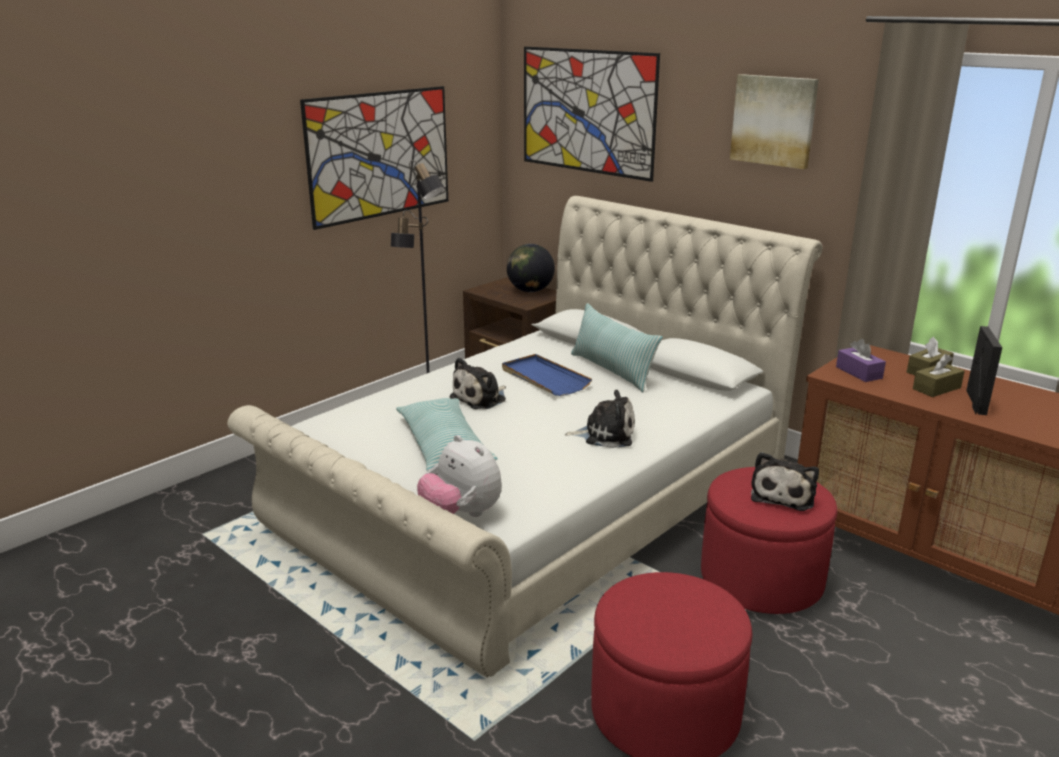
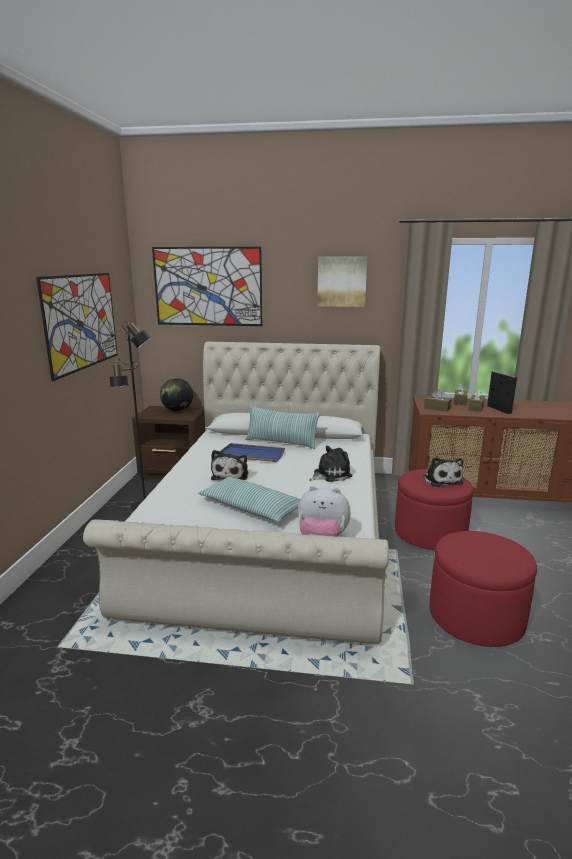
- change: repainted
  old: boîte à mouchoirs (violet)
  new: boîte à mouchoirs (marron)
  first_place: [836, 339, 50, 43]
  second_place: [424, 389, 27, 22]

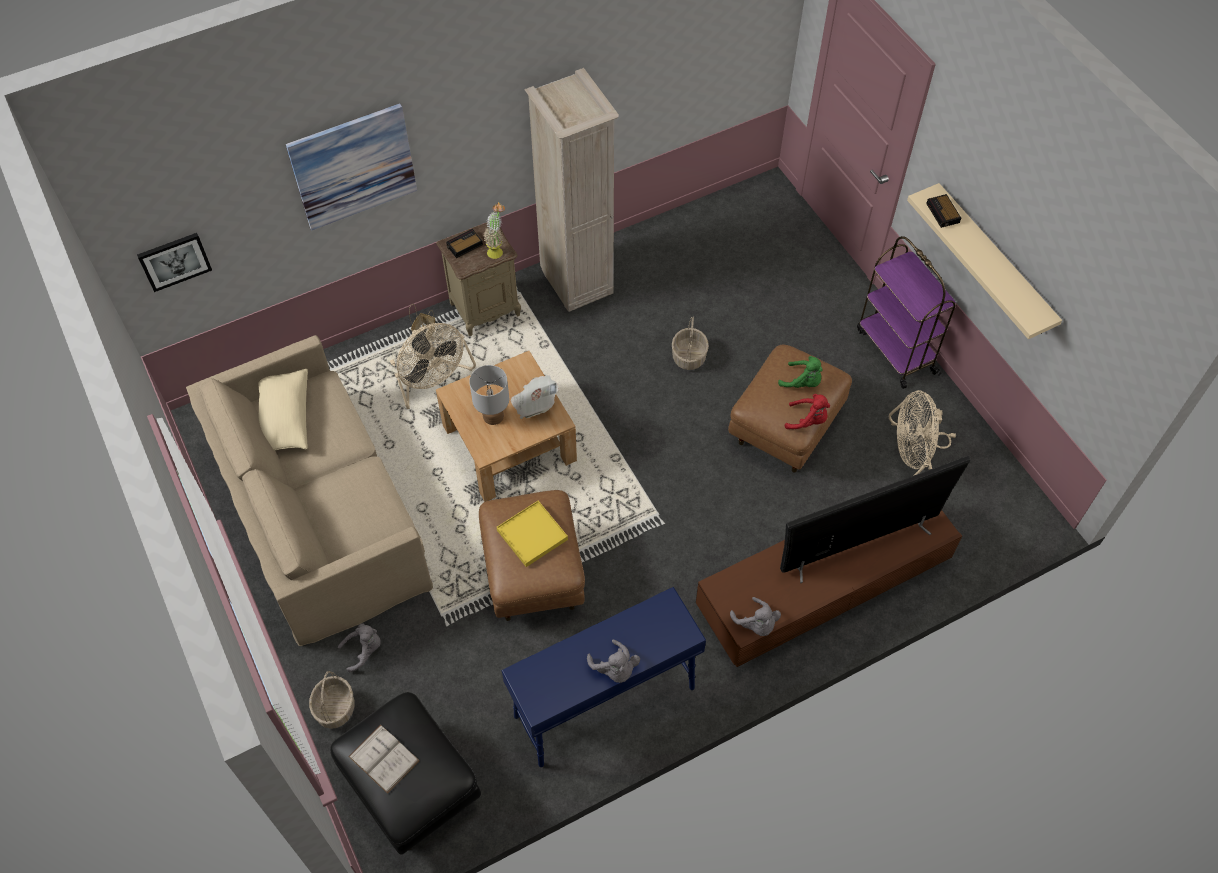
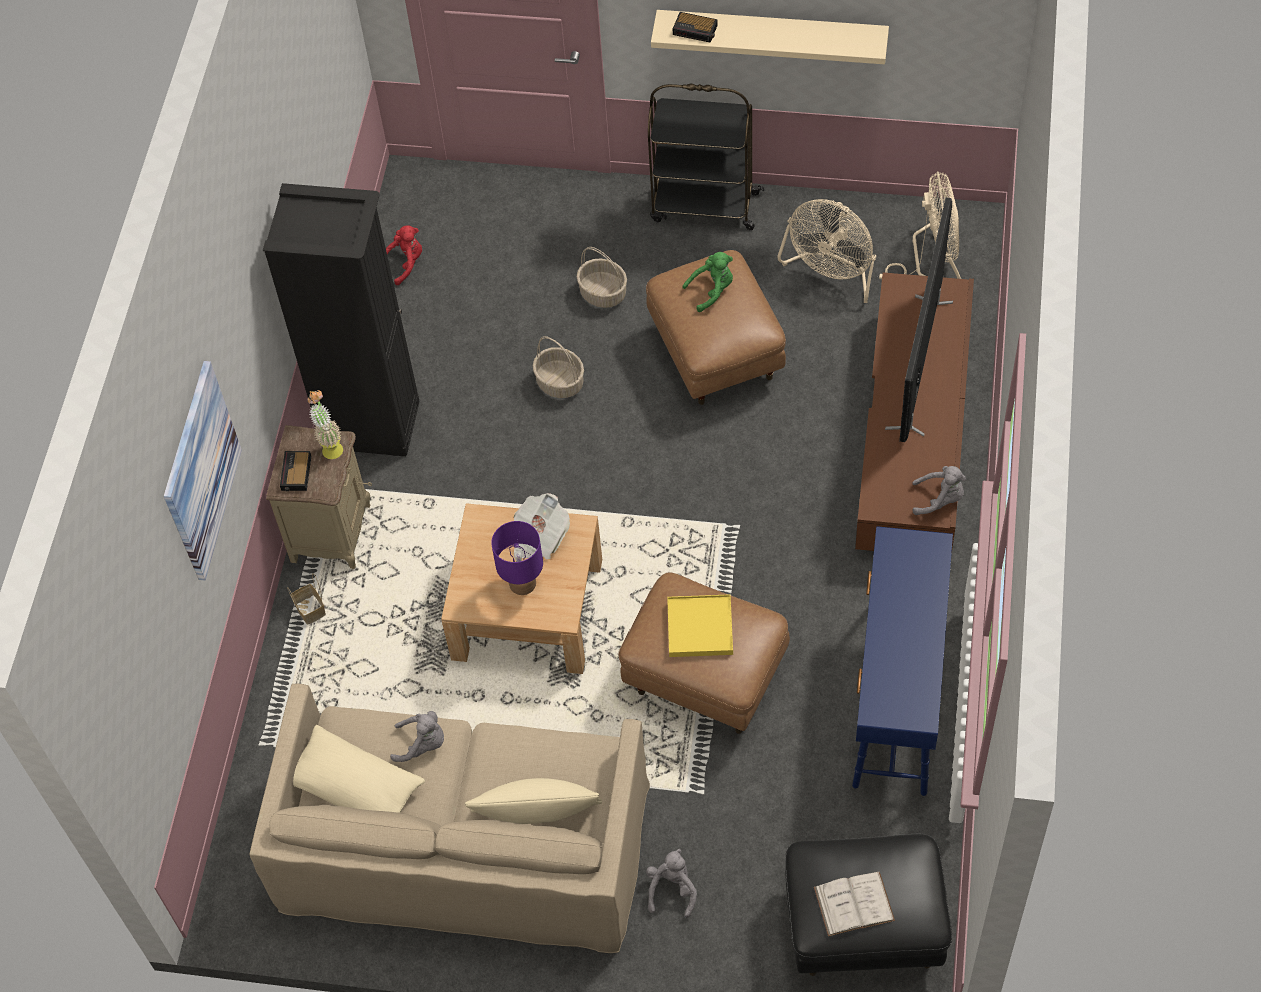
- change: gone
  old: tableau
  first_place: [137, 233, 75, 59]
- change: shifted
  old: panier
  first_place: [309, 671, 45, 58]
  second_place: [576, 247, 51, 61]
- change: shifted
  old: ventilateur (beige)
  first_place: [390, 323, 86, 86]
  second_place: [877, 171, 84, 108]
- change: repainted
  old: lampe de table (gris)
  new: lampe de table (violet)
  first_place: [469, 365, 40, 60]
  second_place: [491, 521, 52, 74]
- change: repainted
  old: meuble de rangement (beige)
  new: meuble de rangement (noir)
  first_place: [524, 68, 95, 244]
  second_place: [263, 183, 156, 273]
- change: shifted
  old: peluche (gris)
  first_place: [587, 640, 53, 43]
  second_place: [390, 711, 54, 51]
- change: shifted
  old: peluche (rouge)
  first_place: [785, 394, 45, 35]
  second_place: [386, 225, 36, 60]
- change: repainted
  old: chariot (violet)
  new: chariot (noir)
  first_place: [857, 236, 99, 153]
  second_place: [648, 84, 116, 146]
- change: new
  new: coussin (beige)
  second_place: [465, 778, 137, 46]

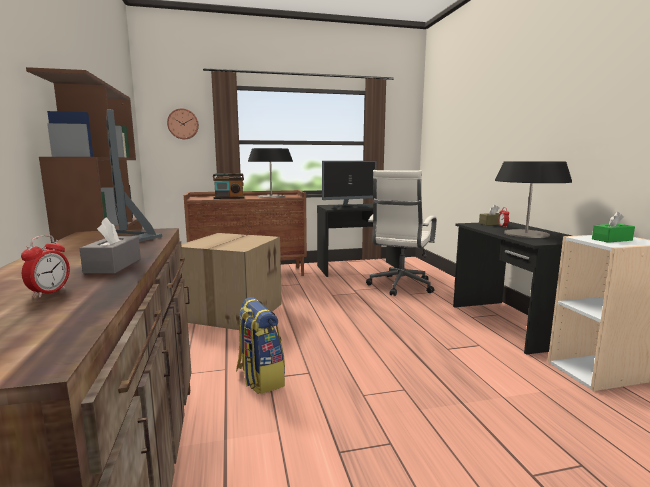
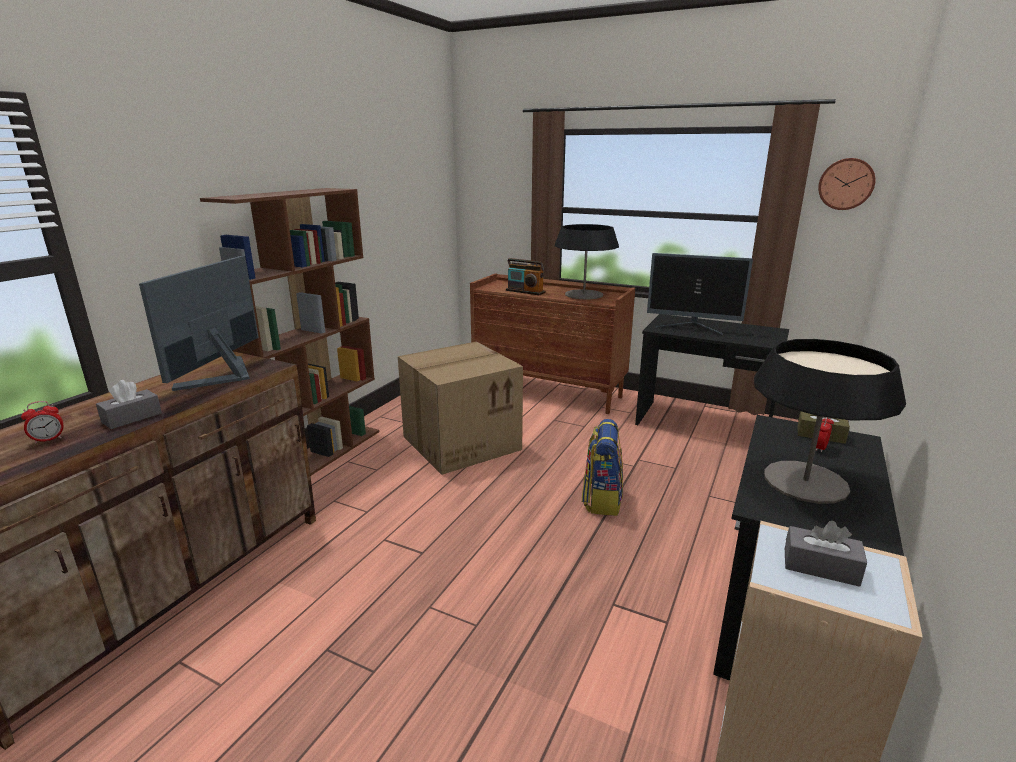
- change: shifted
  old: horloge murale
  first_place: [167, 108, 32, 31]
  second_place: [818, 158, 58, 52]
- change: shifted
  old: sac à dos
  first_place: [236, 297, 49, 97]
  second_place: [582, 419, 41, 97]
- change: gone
  old: chaise de bureau (blanc)
  first_place: [366, 170, 71, 126]
- change: repainted
  old: boîte à mouchoirs (vert)
  new: boîte à mouchoirs (gris)
  first_place: [592, 212, 43, 31]
  second_place: [785, 521, 82, 66]

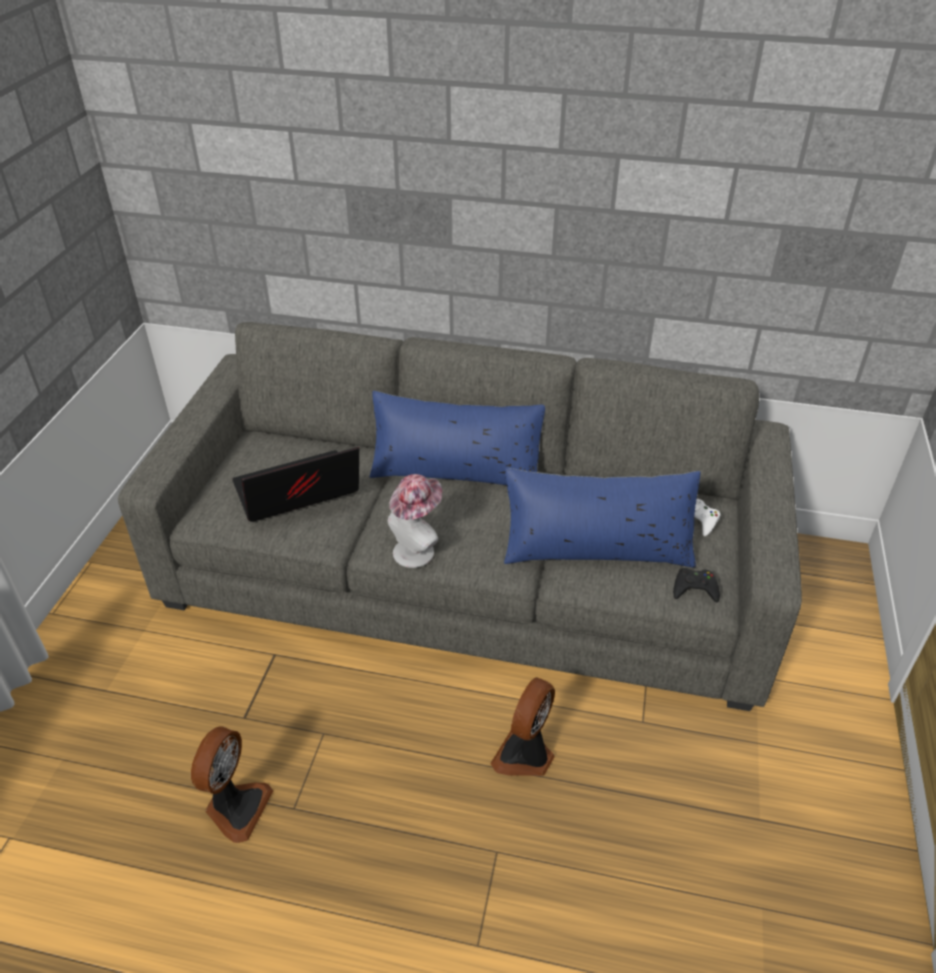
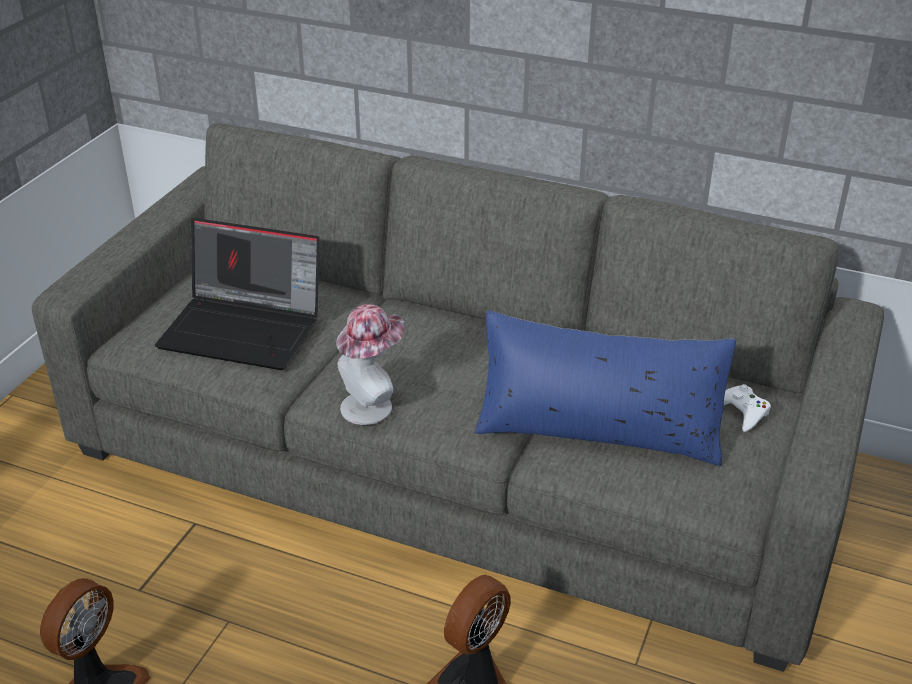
- change: rotated
  old: ordinateur portable
  first_place: [232, 447, 127, 75]
  second_place: [155, 218, 165, 152]
  degrees: -150
- change: gone
  old: coussin (bleu)
  first_place: [370, 391, 175, 94]
- change: gone
  old: manette (noir)
  first_place: [673, 568, 47, 34]

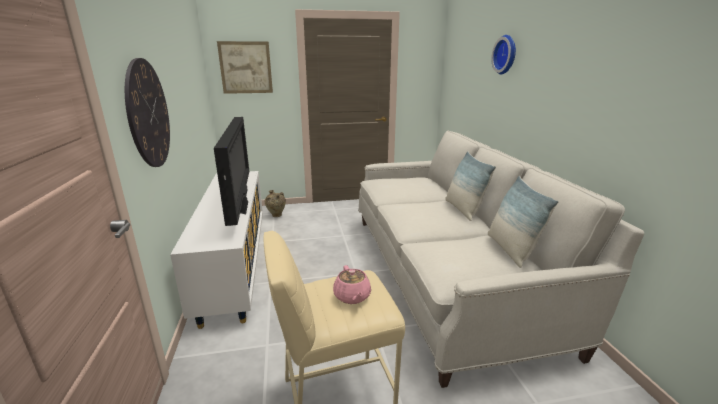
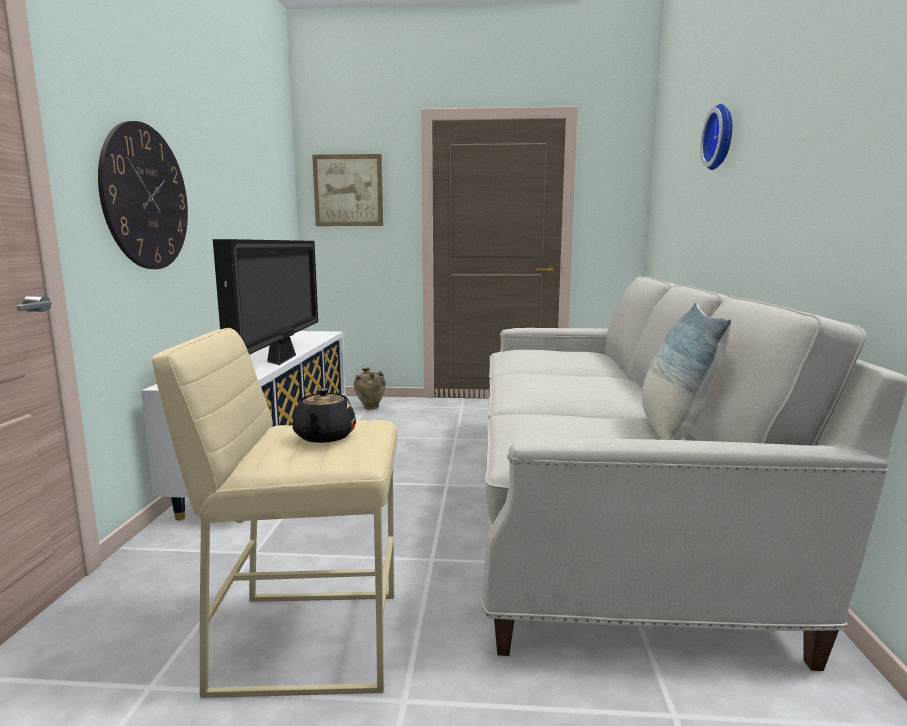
- change: repainted
  old: théière (rose)
  new: théière (noir)
  first_place: [333, 265, 38, 39]
  second_place: [292, 388, 64, 55]
- change: gone
  old: coussin
  first_place: [445, 151, 51, 70]

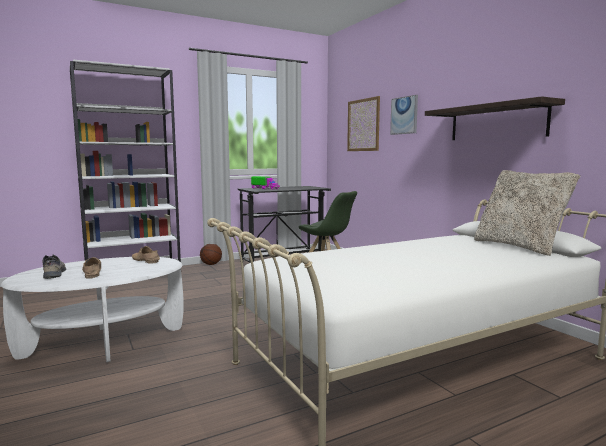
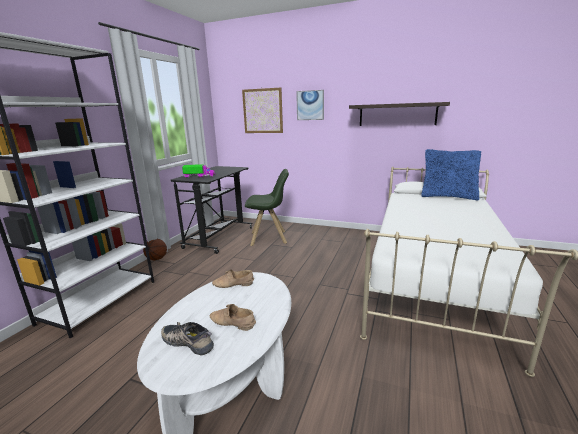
- change: repainted
  old: coussin (beige)
  new: coussin (bleu)
  first_place: [474, 170, 106, 86]
  second_place: [422, 149, 59, 51]

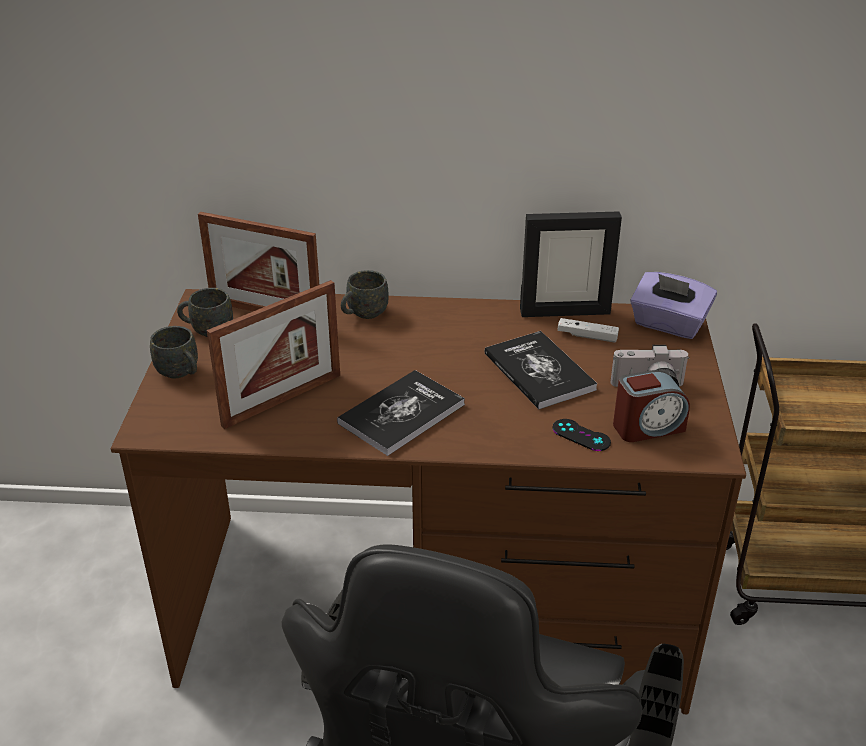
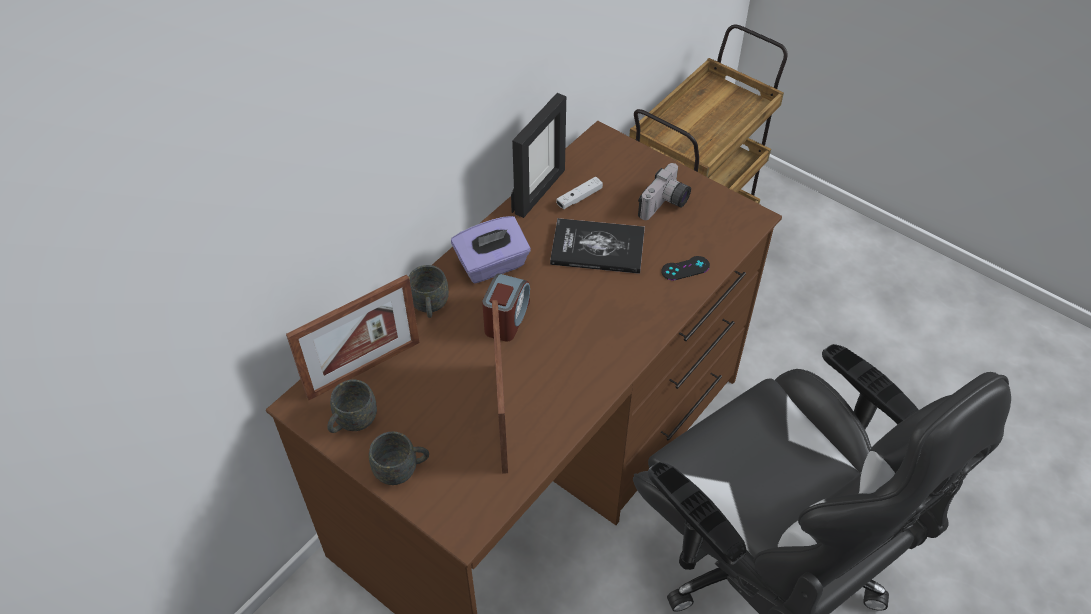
- change: gone
  old: livre
  first_place: [337, 370, 128, 86]
- change: shifted
  old: réveil
  first_place: [613, 370, 77, 72]
  second_place: [482, 273, 48, 69]
- change: shifted
  old: boîte à mouchoirs (violet)
  first_place: [630, 272, 87, 67]
  second_place: [451, 216, 80, 67]

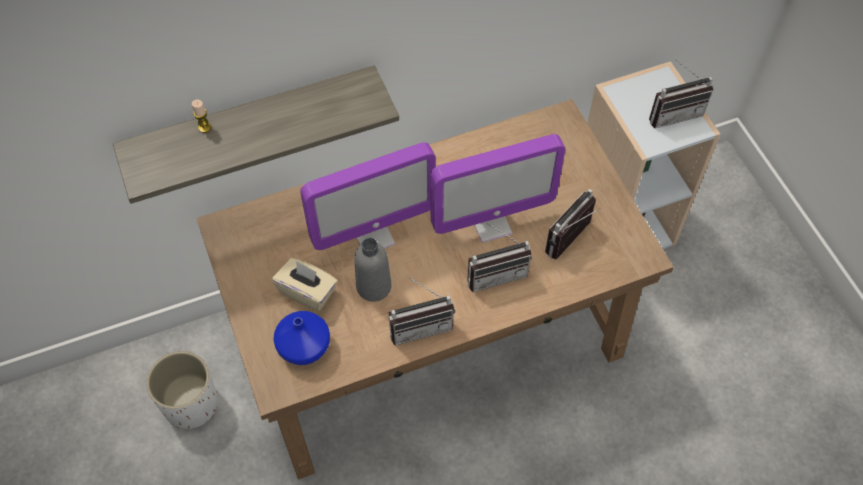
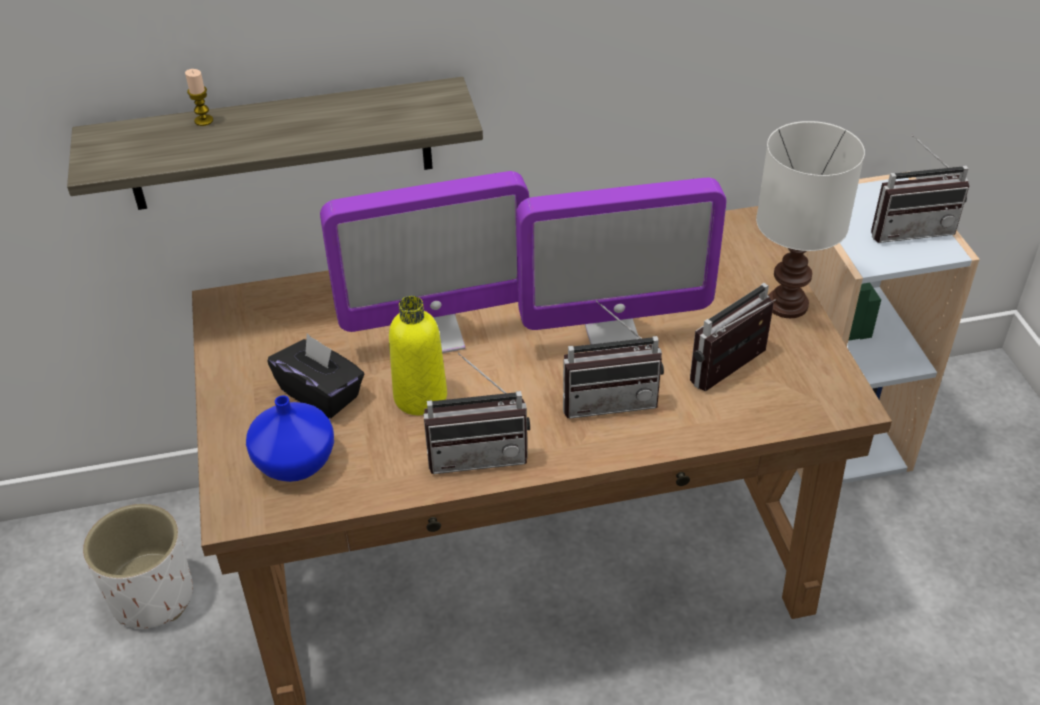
- change: repainted
  old: boîte à mouchoirs (beige)
  new: boîte à mouchoirs (noir)
  first_place: [272, 258, 65, 54]
  second_place: [267, 333, 97, 86]
- change: repainted
  old: bouteille (gris)
  new: bouteille (jaune)
  first_place: [354, 238, 37, 63]
  second_place: [389, 296, 58, 119]
- change: new
  new: lampe de table (blanc)
  second_place: [756, 121, 109, 197]

